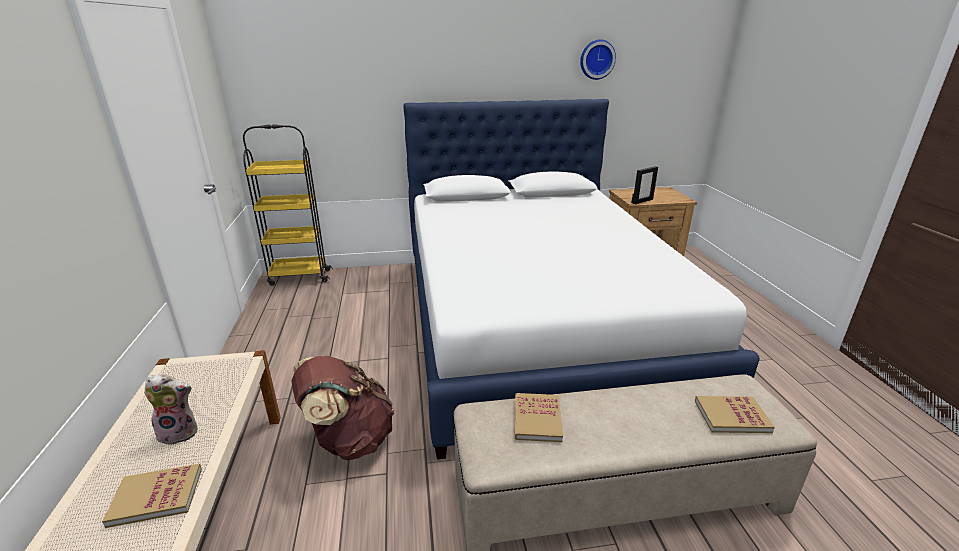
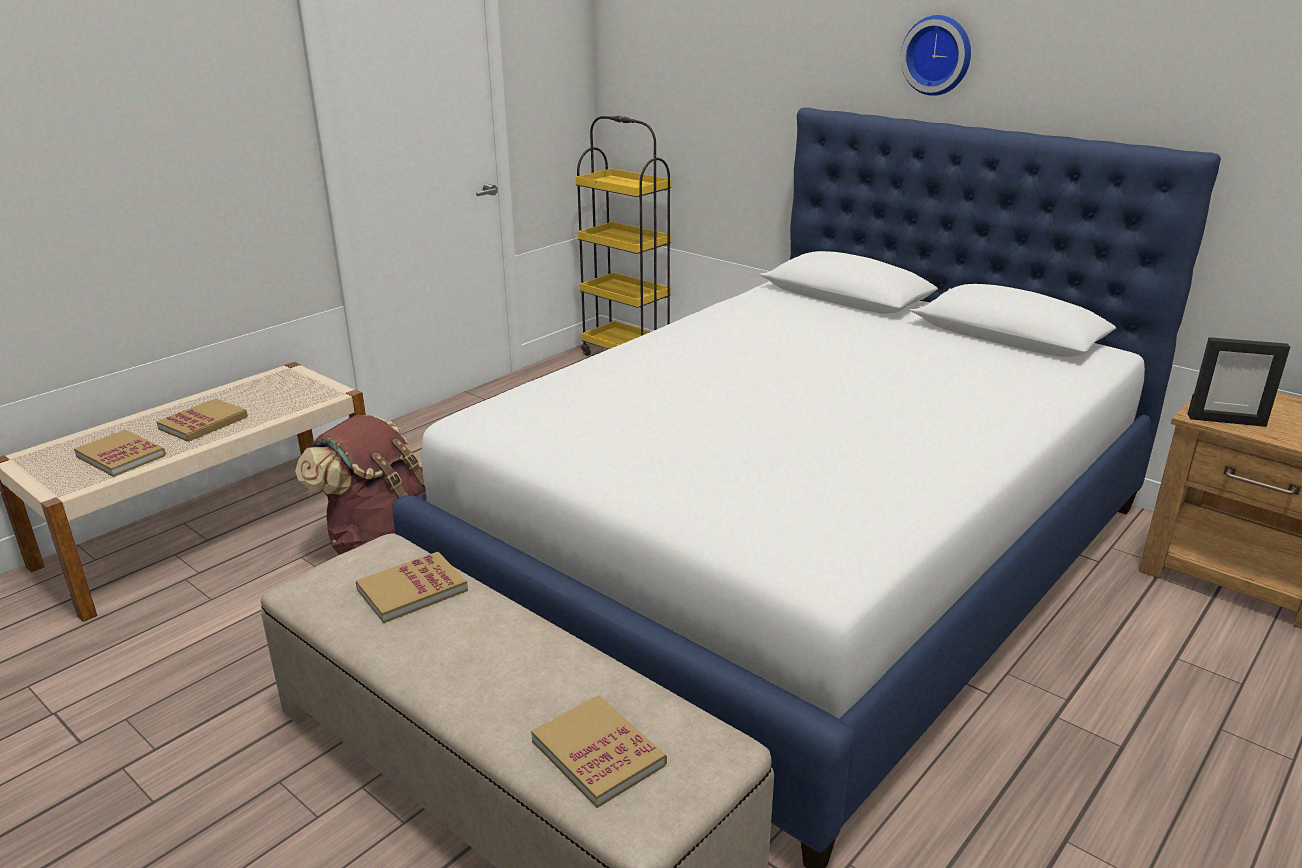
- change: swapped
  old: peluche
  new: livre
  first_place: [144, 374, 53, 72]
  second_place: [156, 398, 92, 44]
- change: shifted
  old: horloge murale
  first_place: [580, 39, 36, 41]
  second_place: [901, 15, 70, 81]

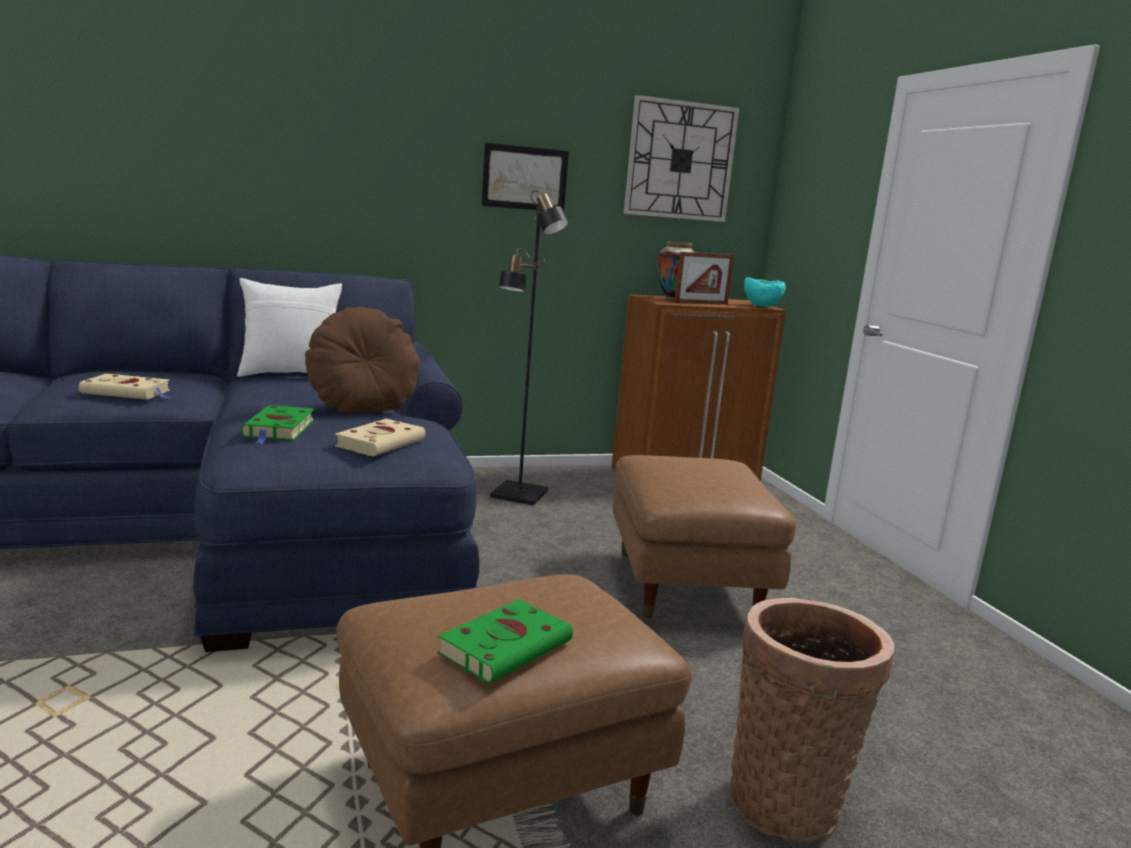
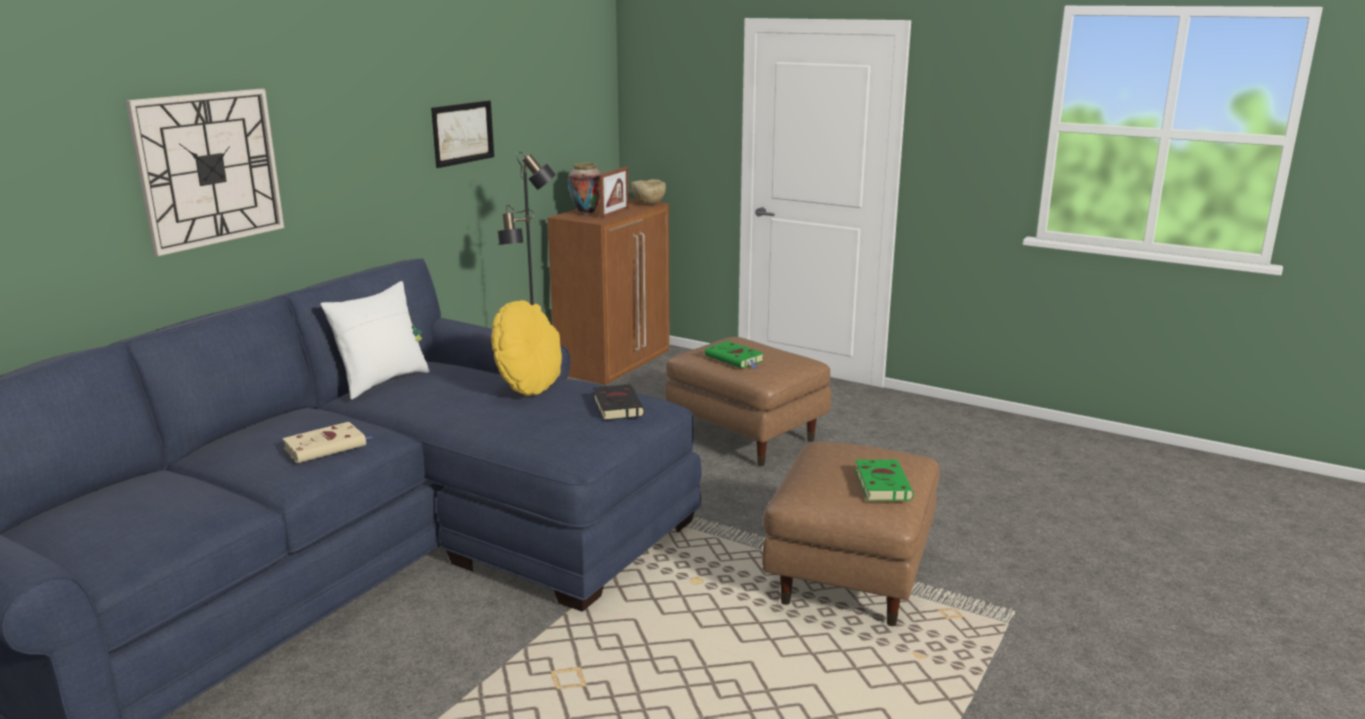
- change: shifted
  old: livre (vert)
  first_place: [241, 405, 73, 39]
  second_place: [705, 341, 59, 28]
- change: repainted
  old: coussin (marron)
  new: coussin (jaune)
  first_place: [305, 307, 115, 106]
  second_place: [491, 300, 71, 96]
- change: repainted
  old: livre (beige)
  new: livre (noir)
  first_place: [335, 419, 91, 37]
  second_place: [593, 384, 52, 36]
- change: shifted
  old: horloge murale
  first_place: [624, 95, 115, 127]
  second_place: [125, 89, 159, 167]
- change: gone
  old: panier
  first_place: [730, 598, 164, 244]
- change: repainted
  old: bol (turquoise)
  new: bol (beige)
  first_place: [744, 277, 42, 30]
  second_place: [631, 179, 35, 26]

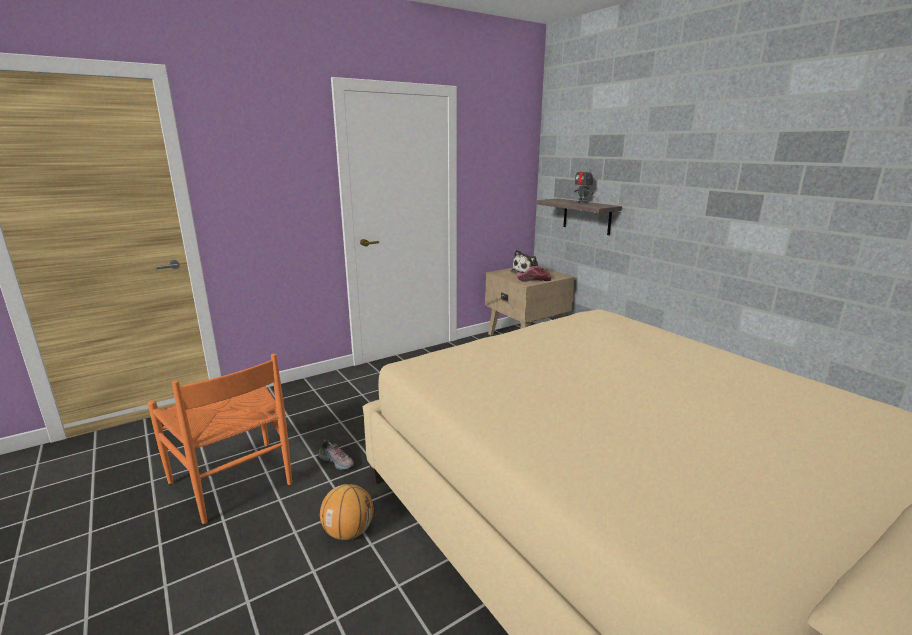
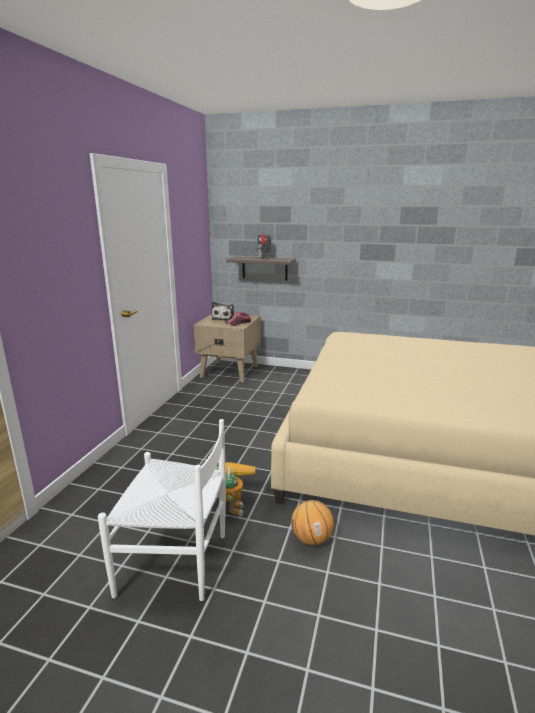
- change: repainted
  old: chaise (orange)
  new: chaise (blanc)
  first_place: [148, 354, 144, 170]
  second_place: [98, 419, 128, 182]
- change: swapped
  old: chaussure
  new: robot jouet
  first_place: [318, 439, 36, 32]
  second_place: [216, 462, 40, 55]

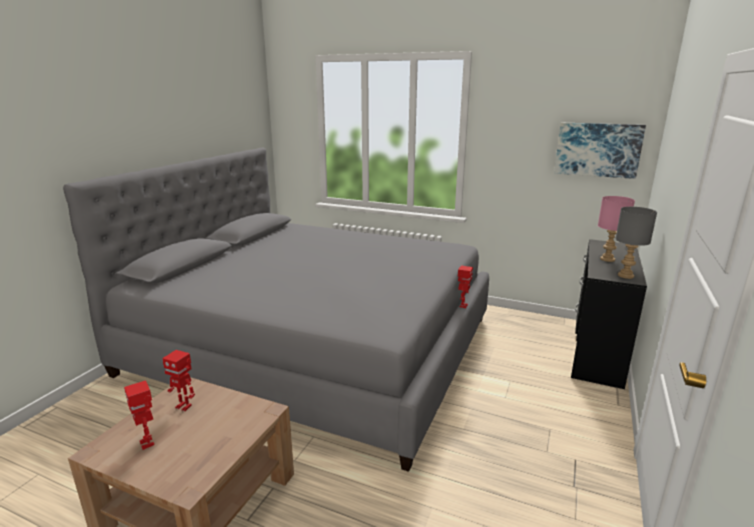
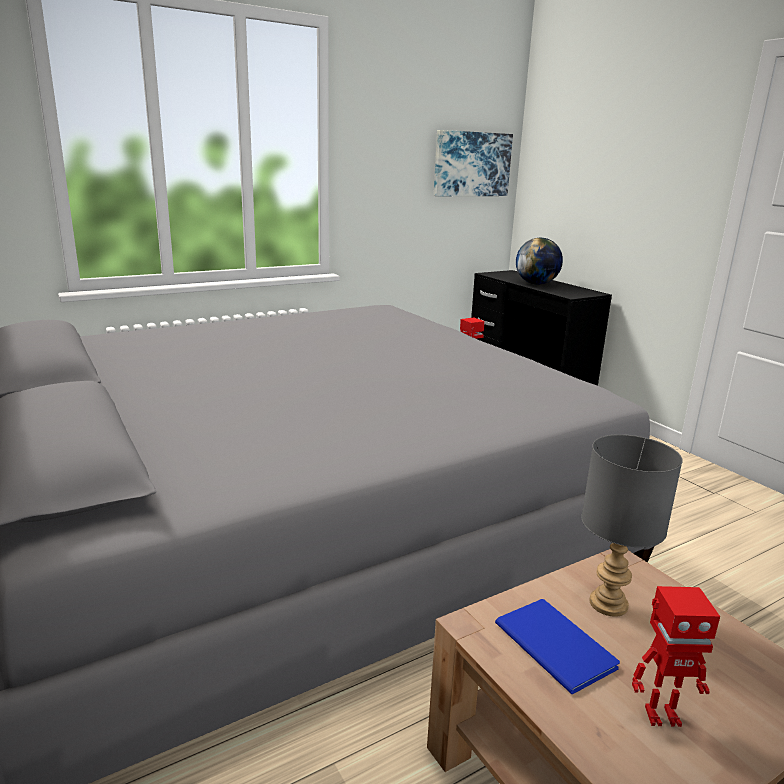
- change: swapped
  old: robot jouet
  new: livre (bleu)
  first_place: [162, 350, 33, 61]
  second_place: [495, 599, 125, 95]
- change: swapped
  old: lampe de table (rose)
  new: globe
  first_place: [598, 196, 37, 66]
  second_place: [516, 238, 47, 46]
- change: shifted
  old: lampe de table (gris)
  first_place: [615, 207, 42, 72]
  second_place: [581, 434, 102, 183]

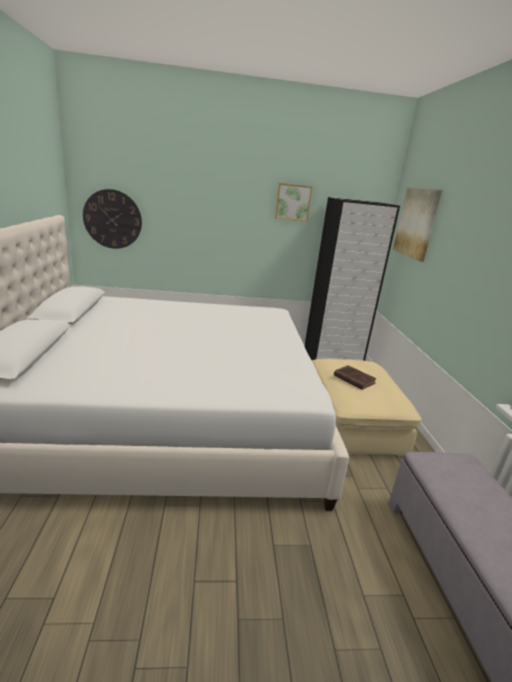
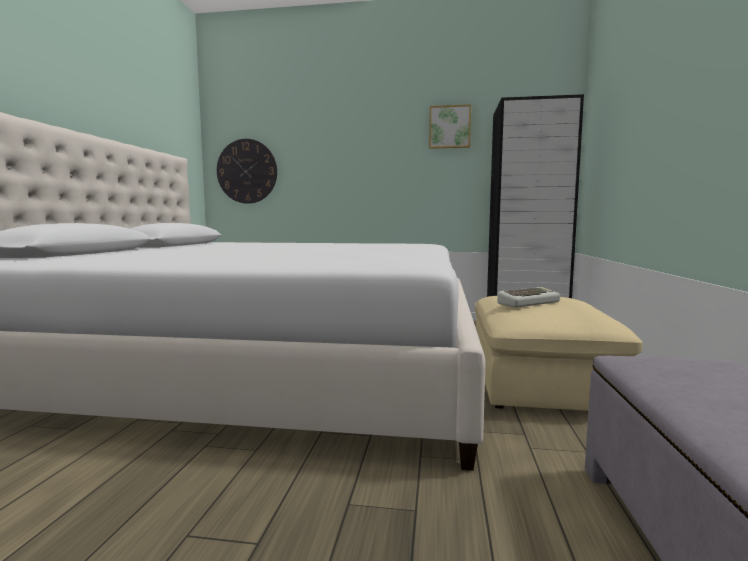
- change: swapped
  old: livre (marron)
  new: clavier
  first_place: [334, 365, 42, 25]
  second_place: [497, 287, 63, 21]
- change: gone
  old: tableau
  first_place: [393, 188, 49, 74]

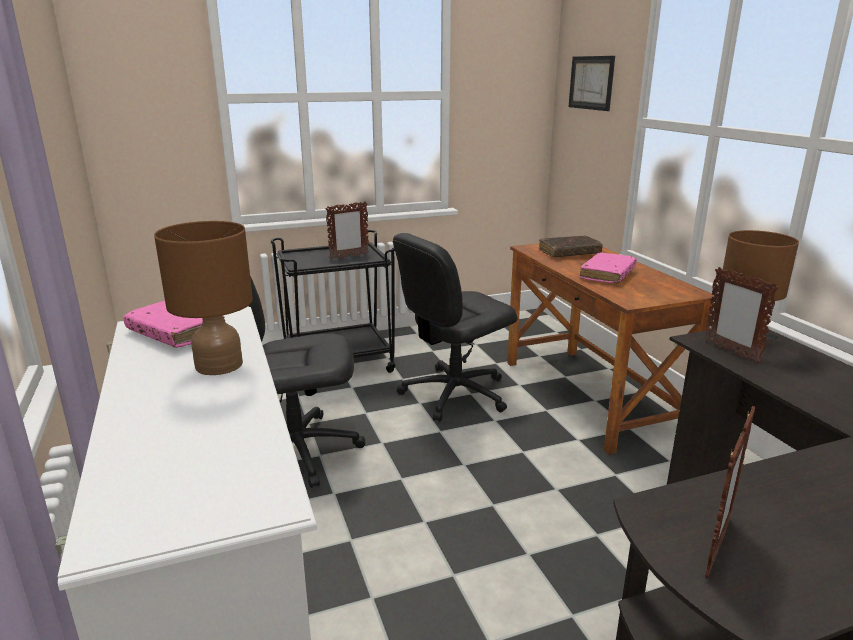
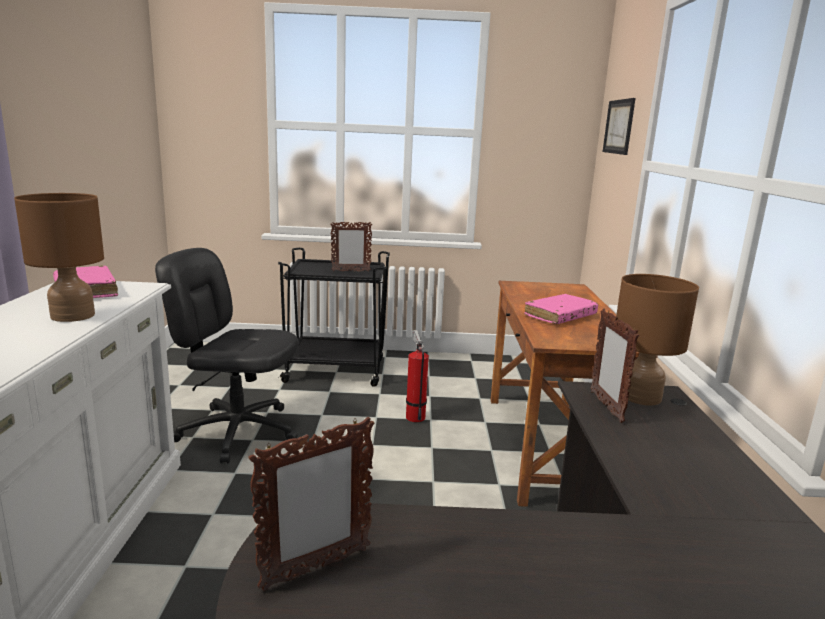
- change: swapped
  old: chaise de bureau (noir)
  new: extincteur
  first_place: [393, 233, 125, 189]
  second_place: [406, 330, 23, 92]
- change: gone
  old: livre (marron)
  first_place: [539, 235, 64, 22]

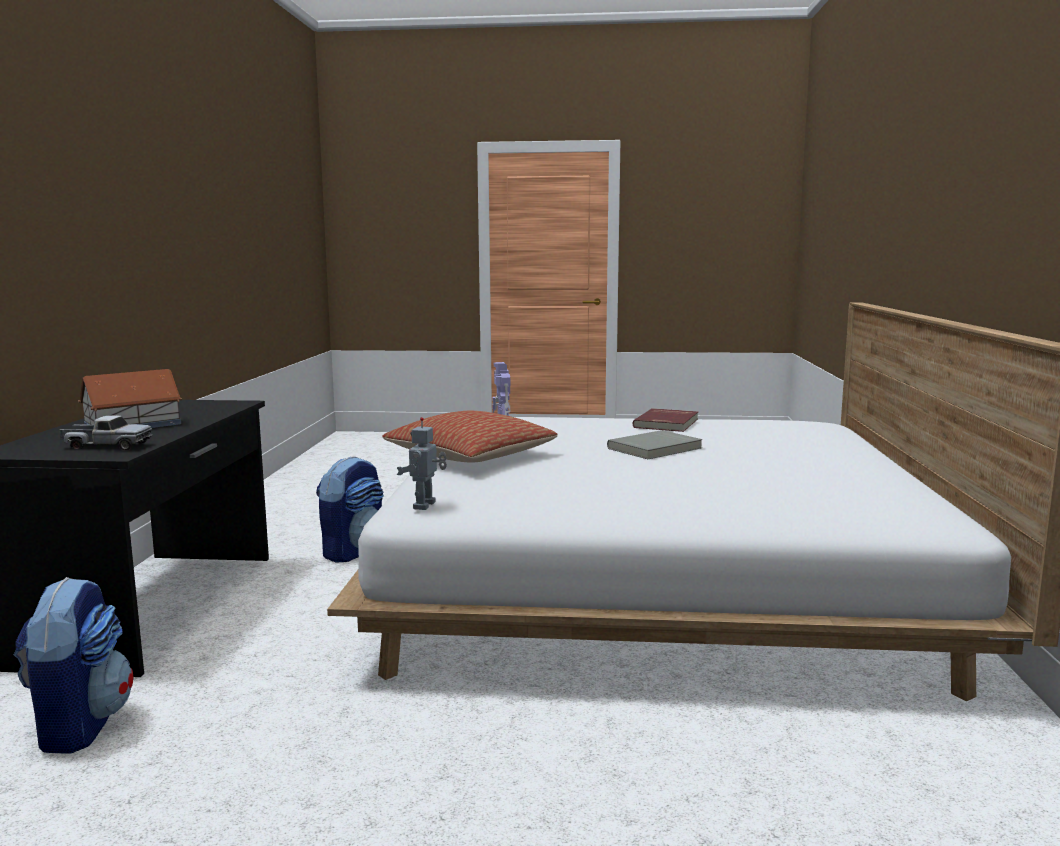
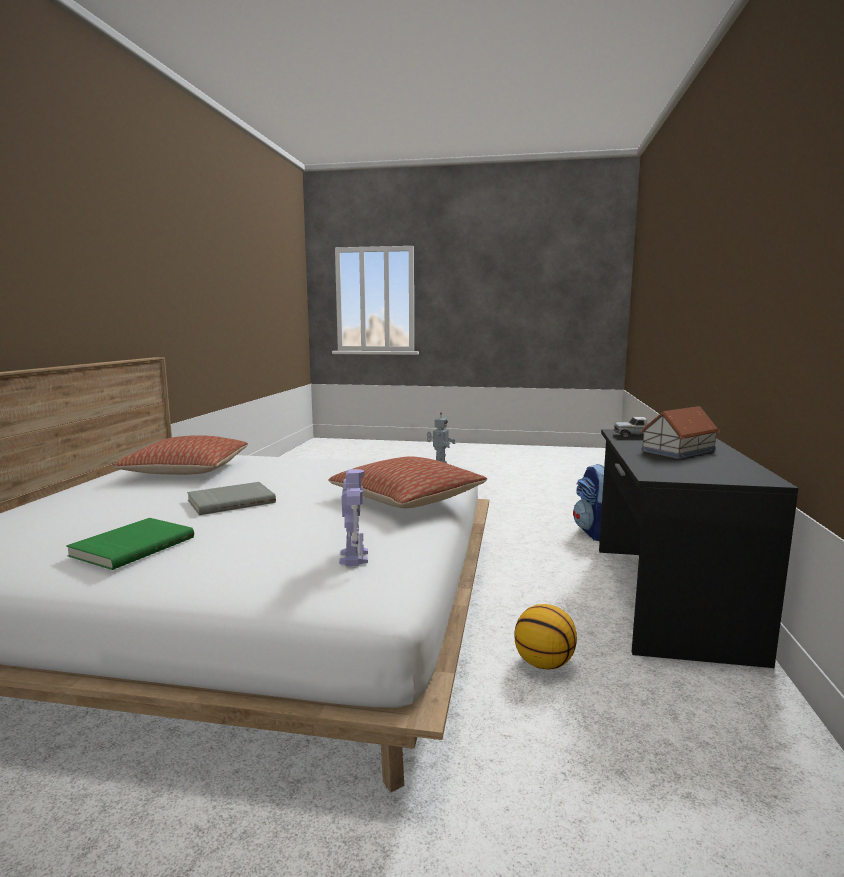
- change: swapped
  old: sac à dos
  new: ballon de basket
  first_place: [316, 456, 68, 107]
  second_place: [514, 604, 63, 66]
- change: repainted
  old: livre (rouge)
  new: livre (vert)
  first_place: [633, 408, 65, 24]
  second_place: [66, 518, 128, 52]
- change: new
  new: coussin
  second_place: [114, 435, 134, 40]

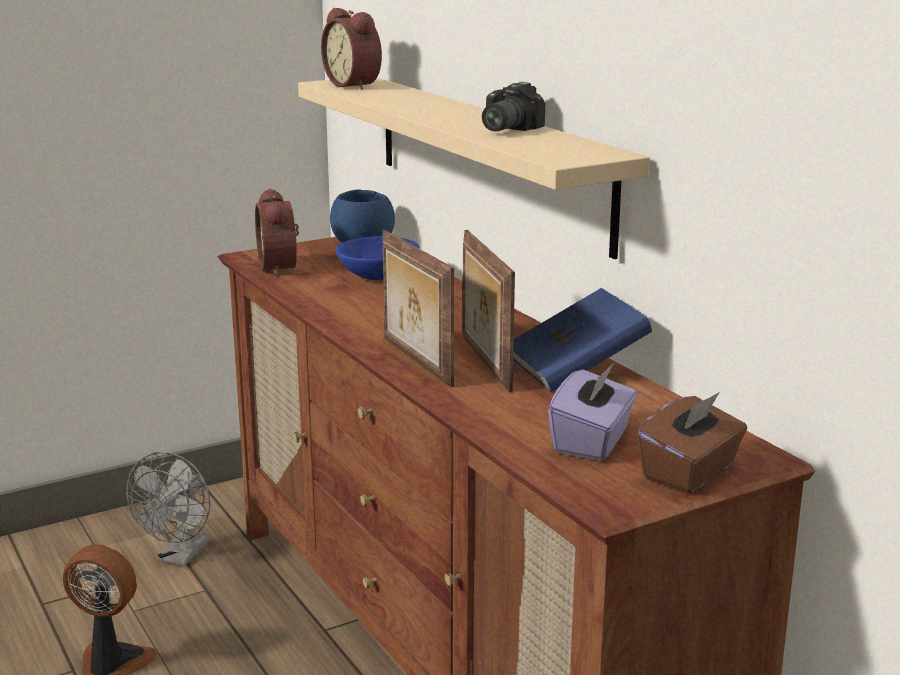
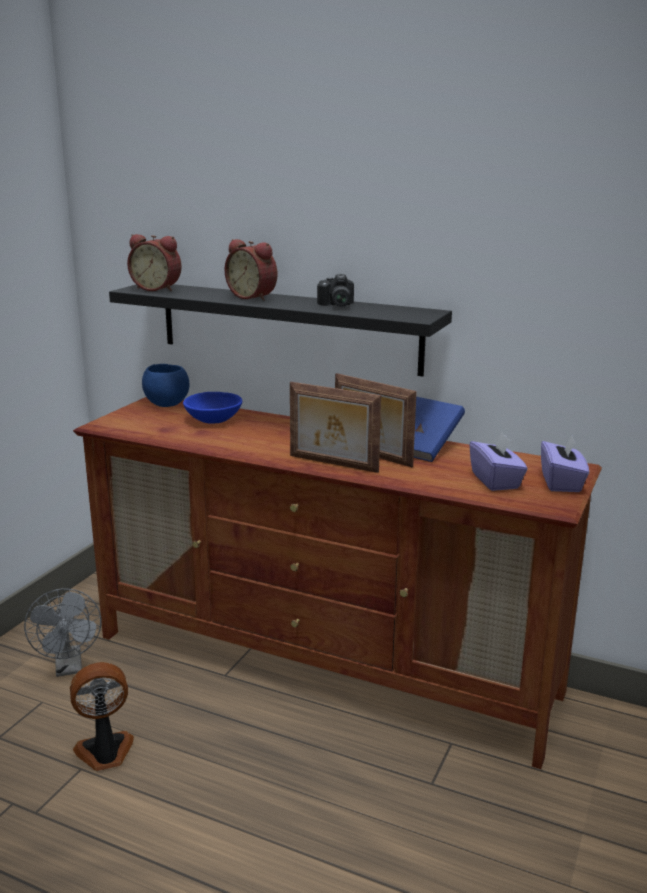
- change: shifted
  old: réveil
  first_place: [255, 188, 44, 88]
  second_place: [225, 239, 52, 62]
- change: repainted
  old: étagère (beige)
  new: étagère (noir)
  first_place: [298, 78, 352, 181]
  second_place: [109, 284, 343, 93]
- change: repainted
  old: boîte à mouchoirs (marron)
  new: boîte à mouchoirs (violet)
  first_place: [637, 392, 110, 101]
  second_place: [541, 435, 48, 57]

